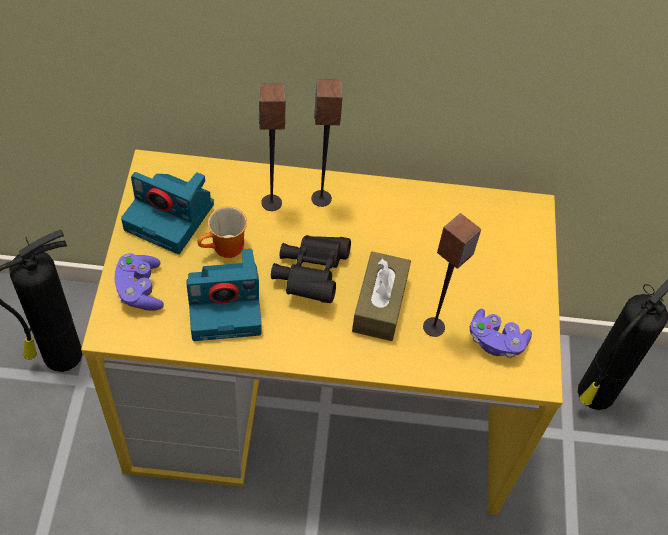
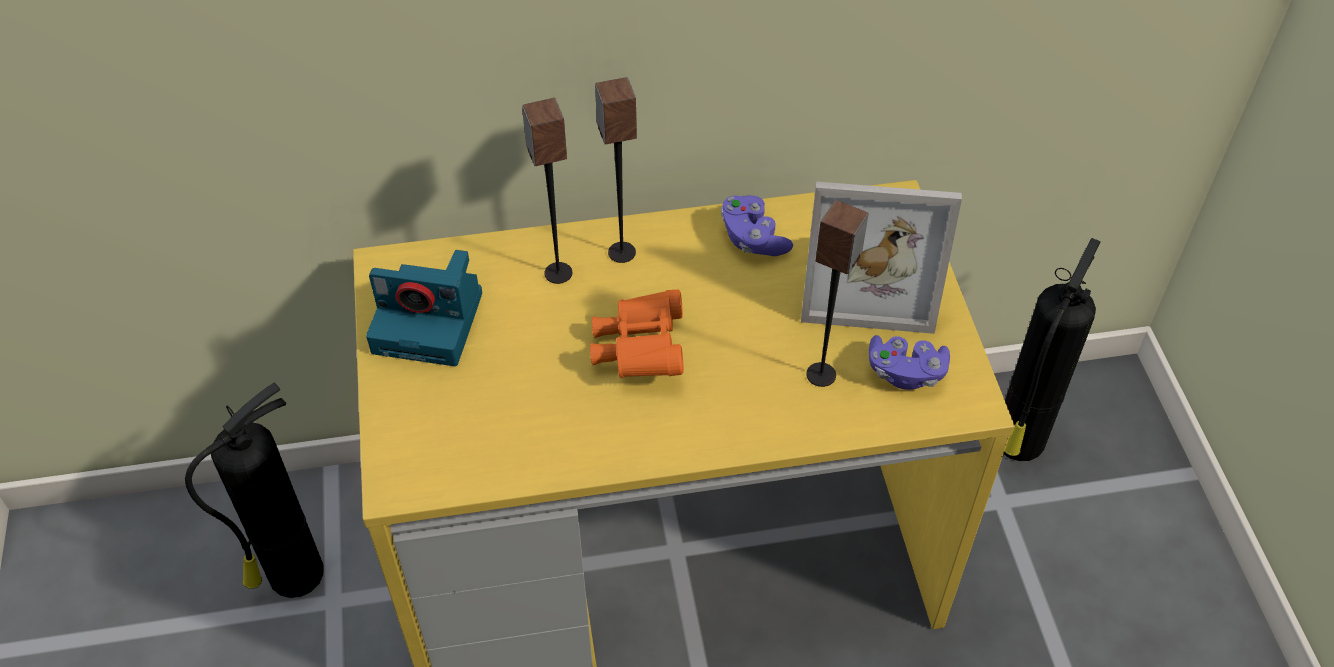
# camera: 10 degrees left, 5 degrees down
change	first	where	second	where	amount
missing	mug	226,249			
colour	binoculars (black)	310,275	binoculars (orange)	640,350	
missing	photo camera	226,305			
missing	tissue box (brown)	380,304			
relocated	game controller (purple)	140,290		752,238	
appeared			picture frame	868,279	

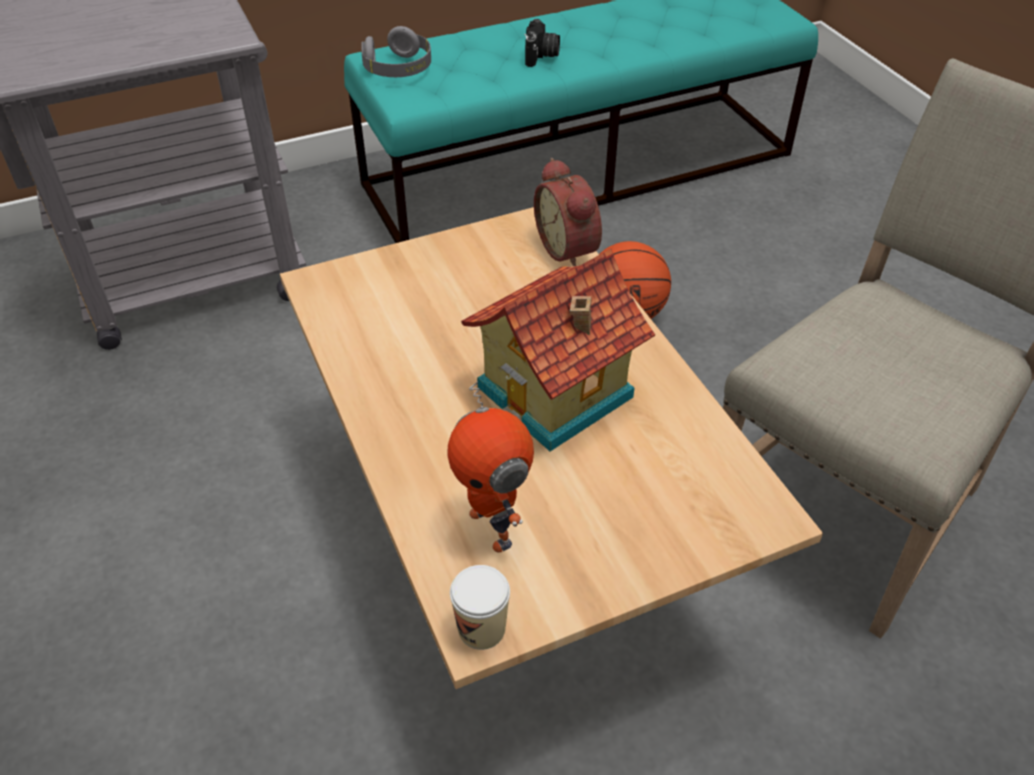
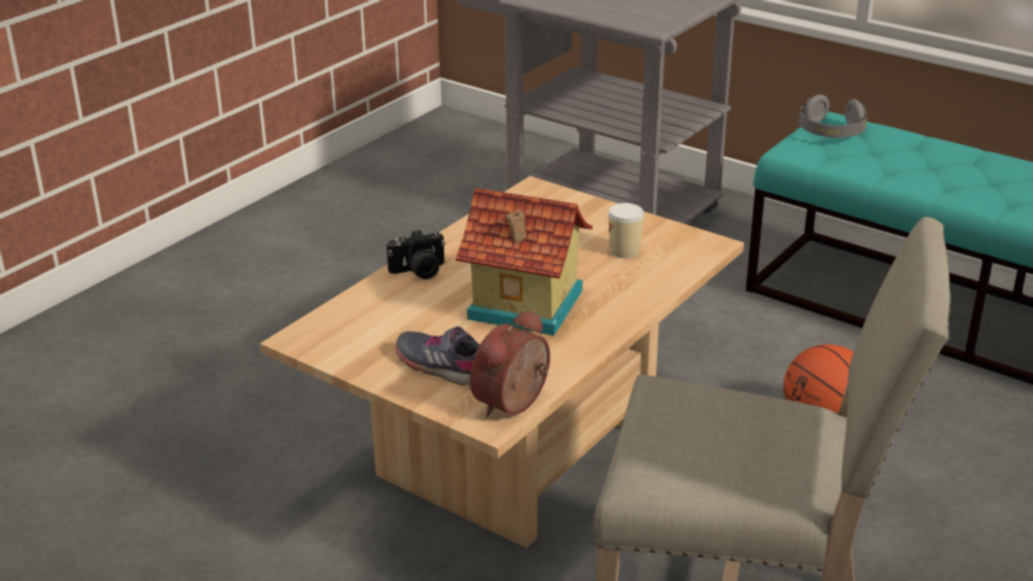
# camera: 60 degrees right, 15 degrees down
change	first	where	second	where	amount
relocated	photo camera	541,56		419,271	
relocated	alarm clock	570,248		515,405	
missing	toy robot	493,527			
relocated	cup	481,628		624,251	
appeared			shoe (grey)	442,366	

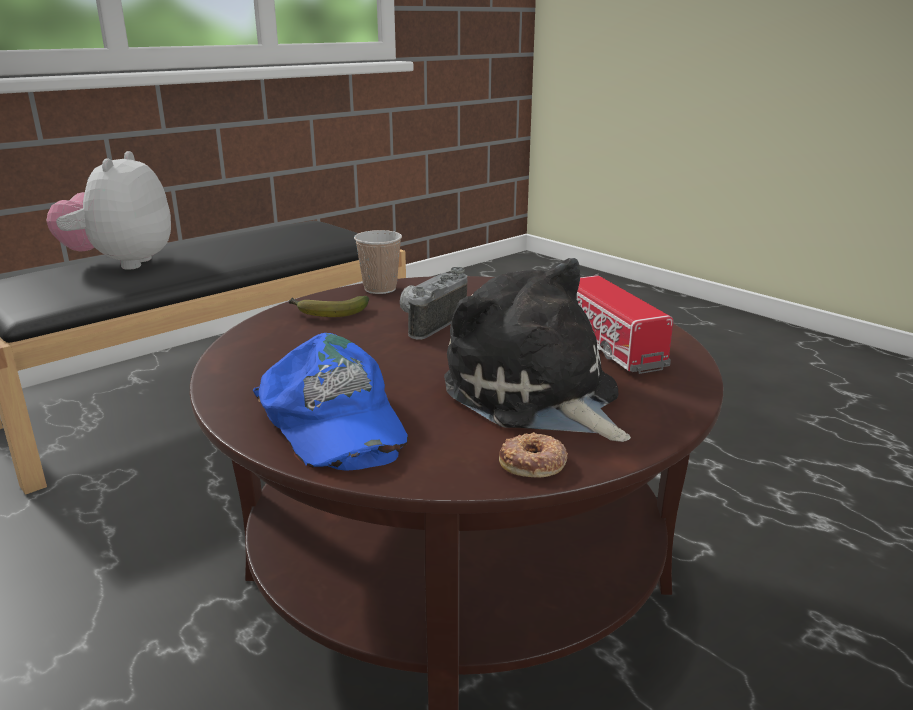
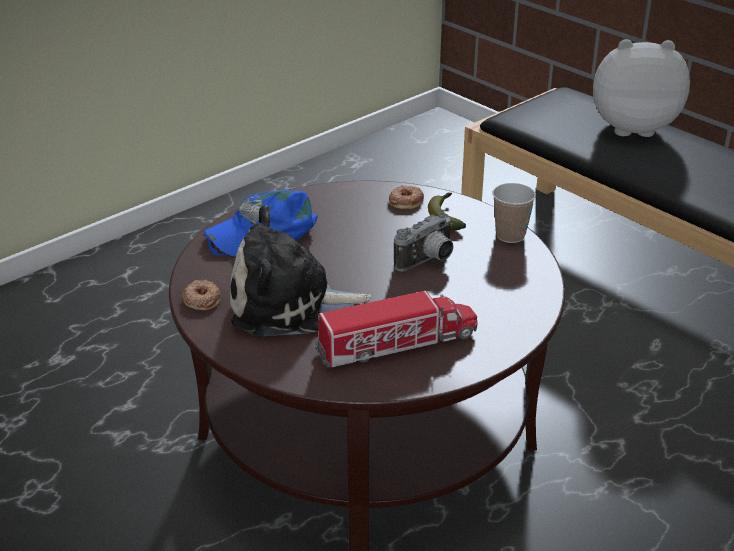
# camera: 90 degrees right, 10 degrees up
change	first	where	second	where	amount
spun	plush toy	536,396		289,305	150 degrees counterclockwise
spun	photo camera	429,323		428,261	105 degrees clockwise
appeared			donut	405,201	

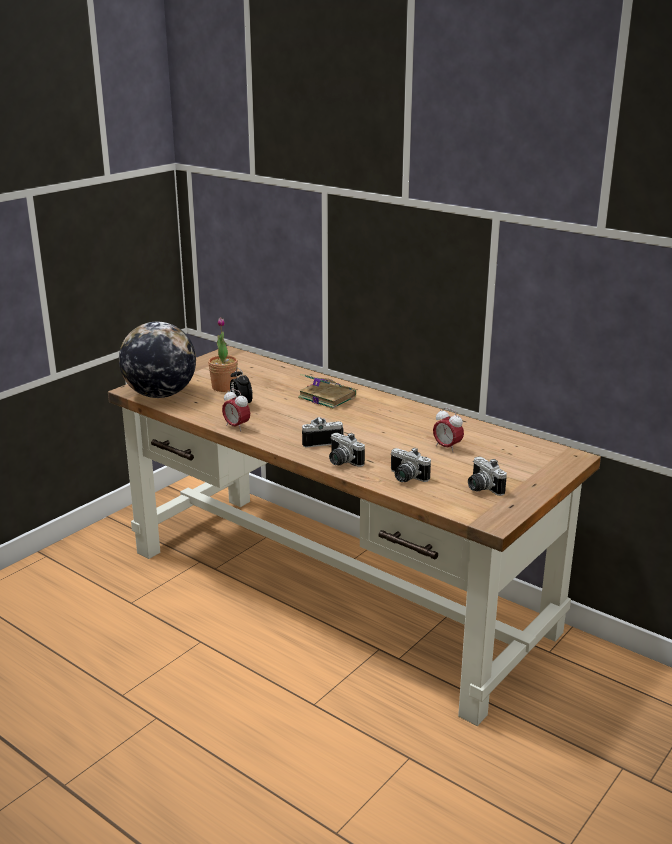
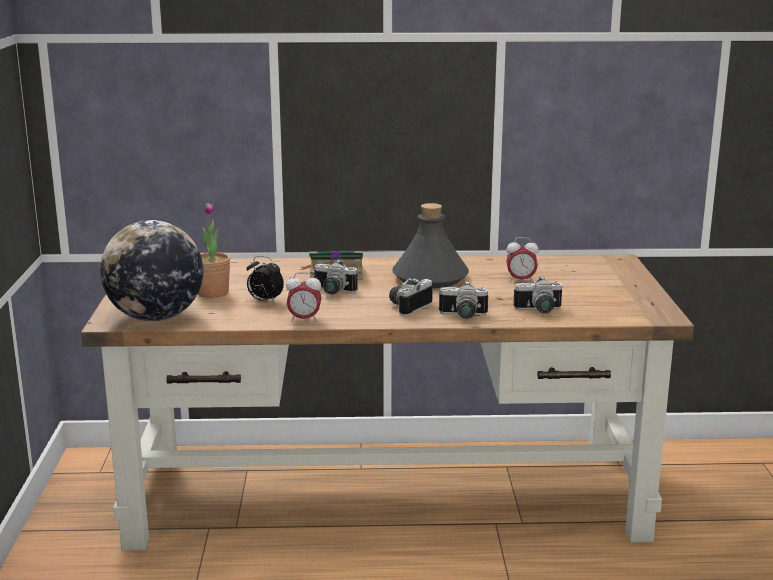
# camera: 40 degrees left, 5 degrees down
change	first	where	second	where	amount
relocated	photo camera	481,488		332,291	
appeared			bottle (grey)	429,278	

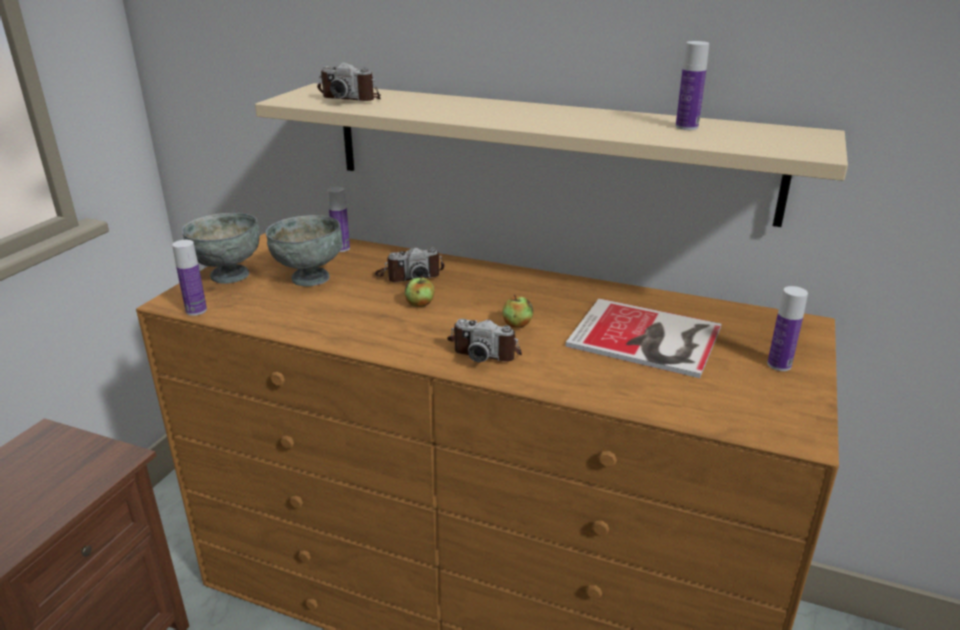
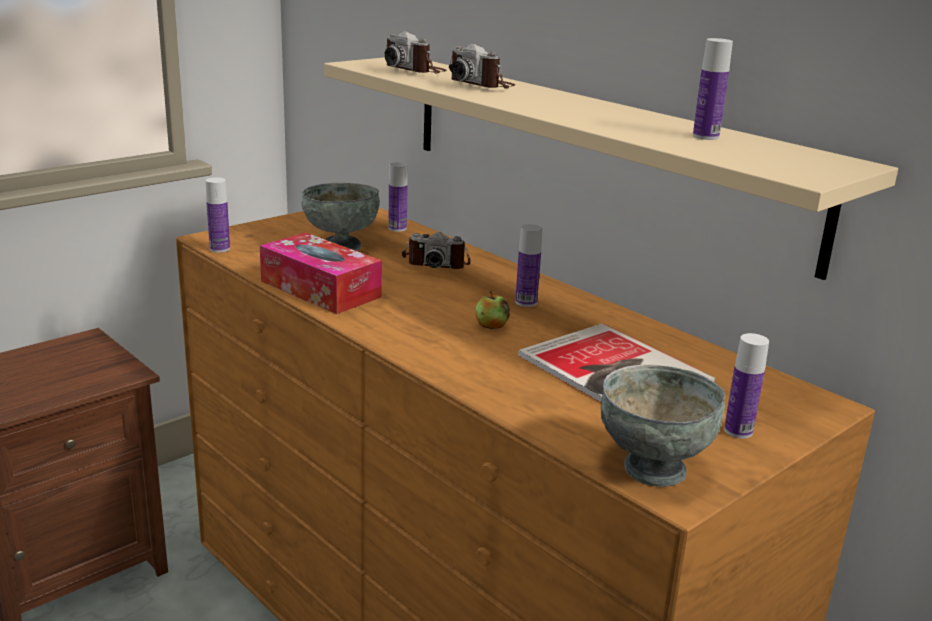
# camera: 25 degrees right, 5 degrees down
change	first	where	second	where	amount
relocated	bowl (grey)	228,275		652,469	
missing	apple	420,304			
relocated	photo camera	486,349		481,84	
appeared			bottle	526,302	
appeared			tissue box	320,289	

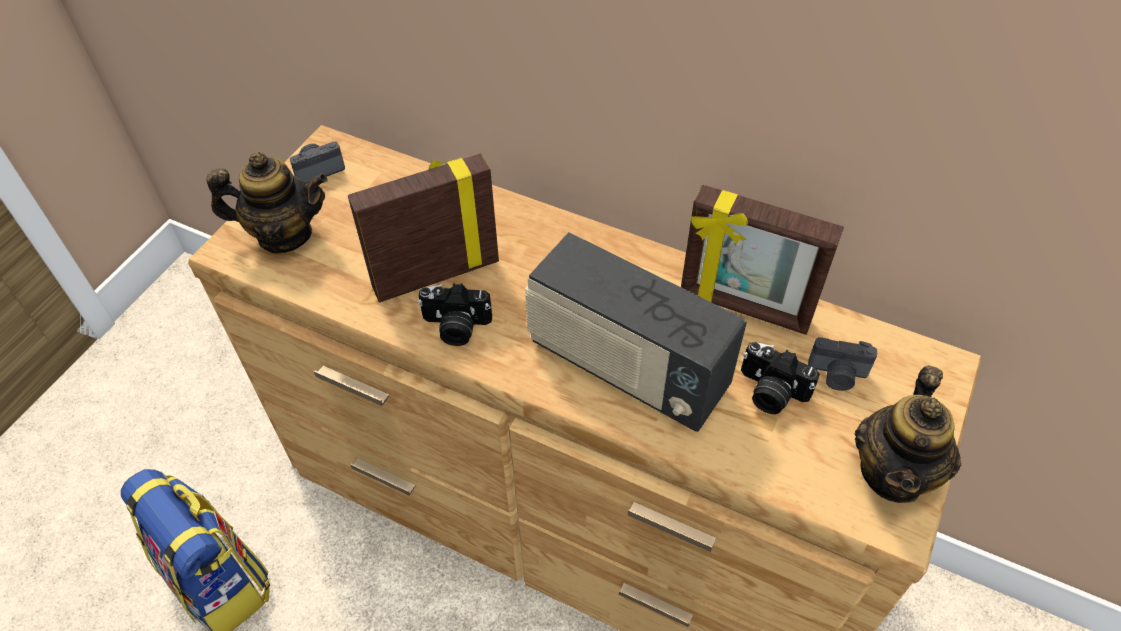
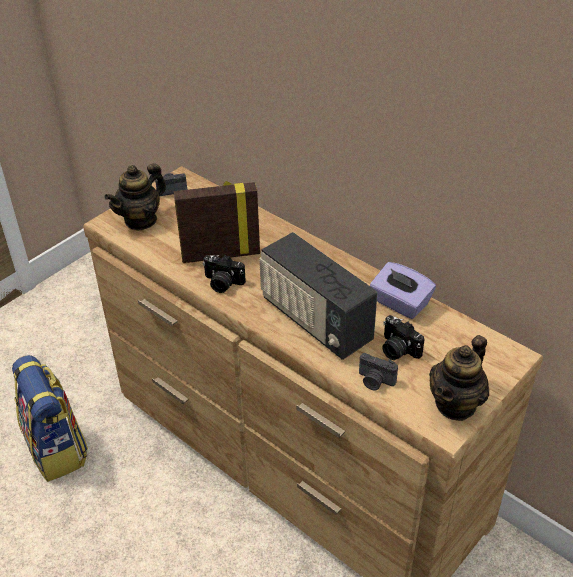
# camera: 15 degrees right, 10 degrees down
change	first	where	second	where	amount
spun	teapot	284,234		141,220	120 degrees clockwise
exchanged	picture frame	744,308	tissue box (purple)	400,303	
relocated	photo camera	837,375		375,381	

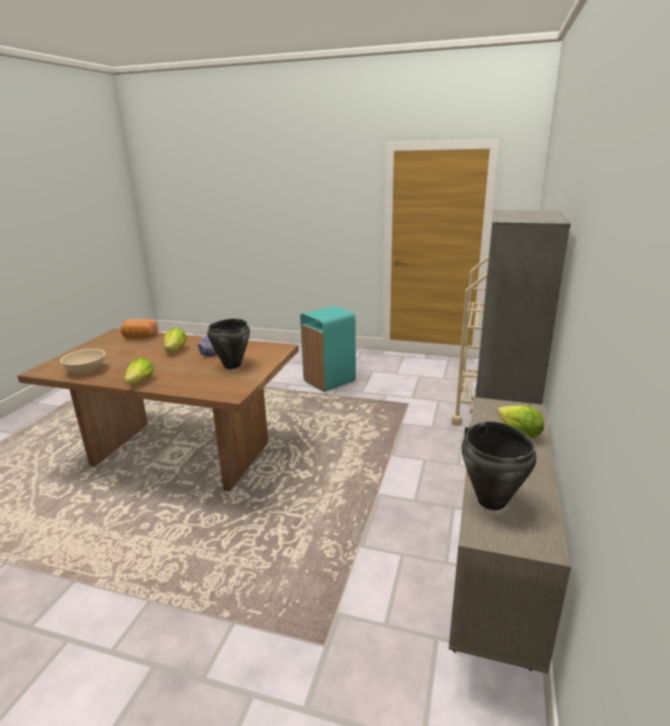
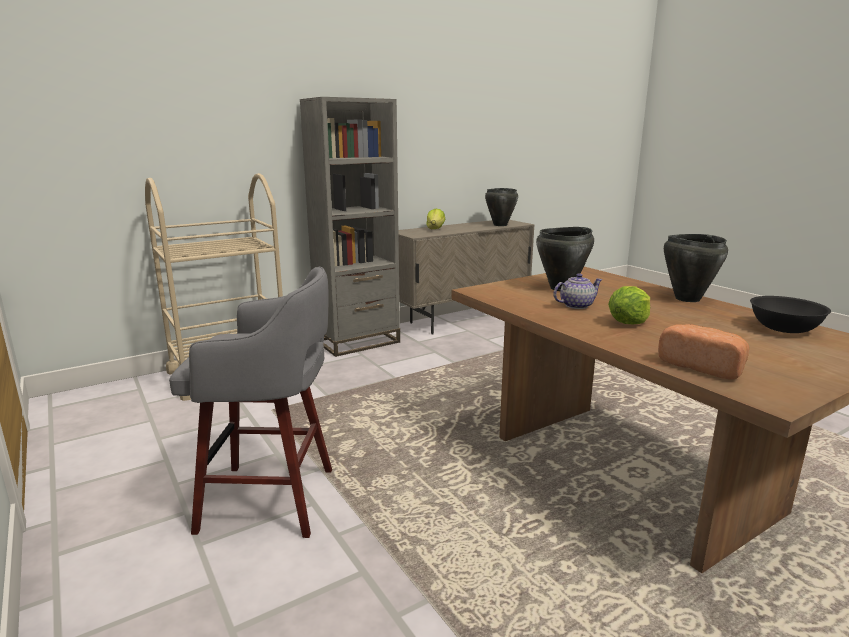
# camera: 140 degrees left, 5 degrees down
change	first	where	second	where	amount
exchanged	trash can (turquoise)	329,381	stool (grey)	273,500	
colour	bowl (beige)	86,370	bowl (black)	784,329	
exchanged	lettuce	140,381	cooking pot (black)	686,299	

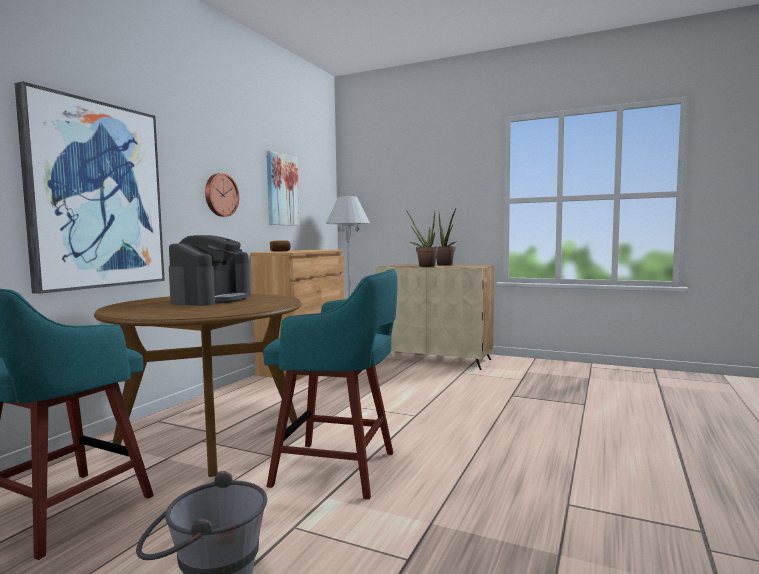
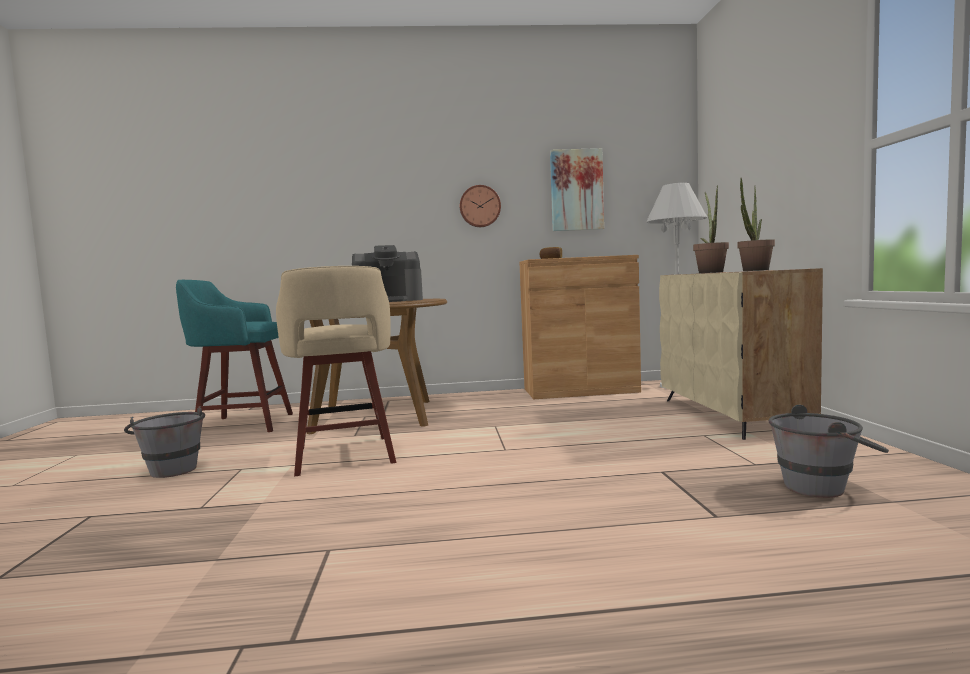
# camera: 60 degrees right, 0 degrees up
change	first	where	second	where	amount
missing	picture	96,195			
colour	stool (turquoise)	338,469	stool (beige)	344,456	
appeared			bucket (grey)	825,487	

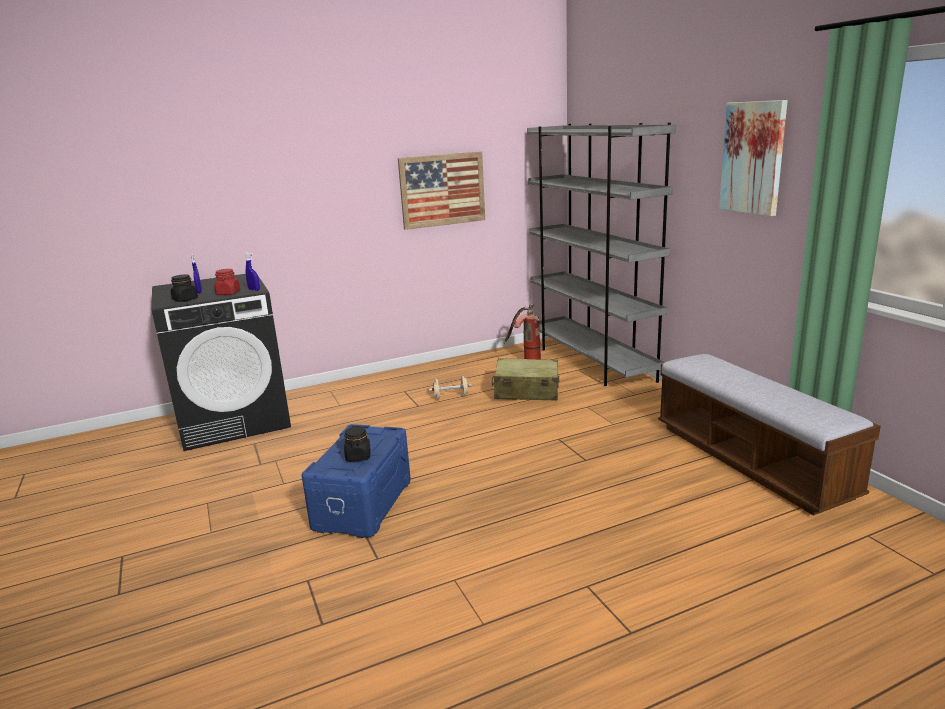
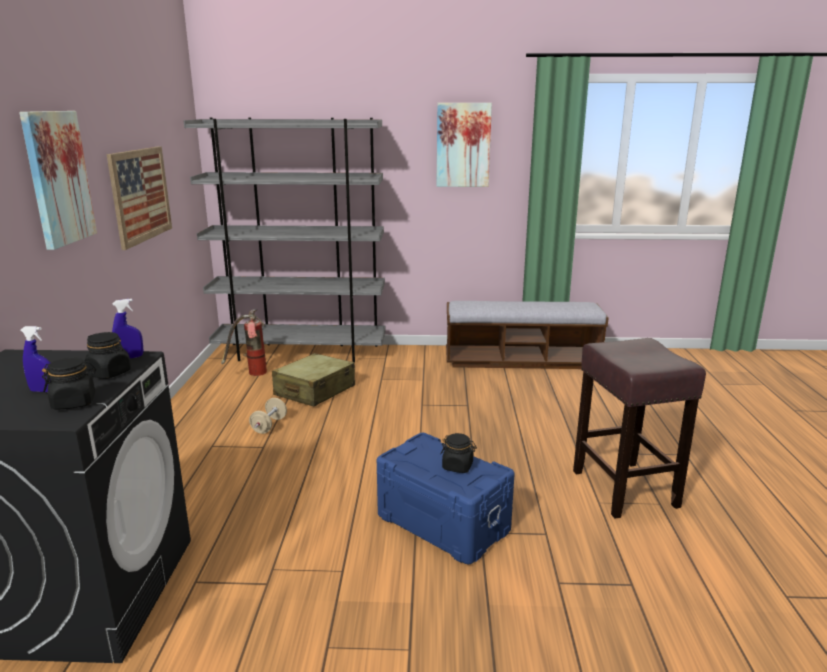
# camera: 65 degrees left, 0 degrees up
change	first	where	second	where	amount
colour	jar (red)	228,293	jar (black)	109,373	
appeared			picture	58,178	
appeared			stool (brown)	623,487	

